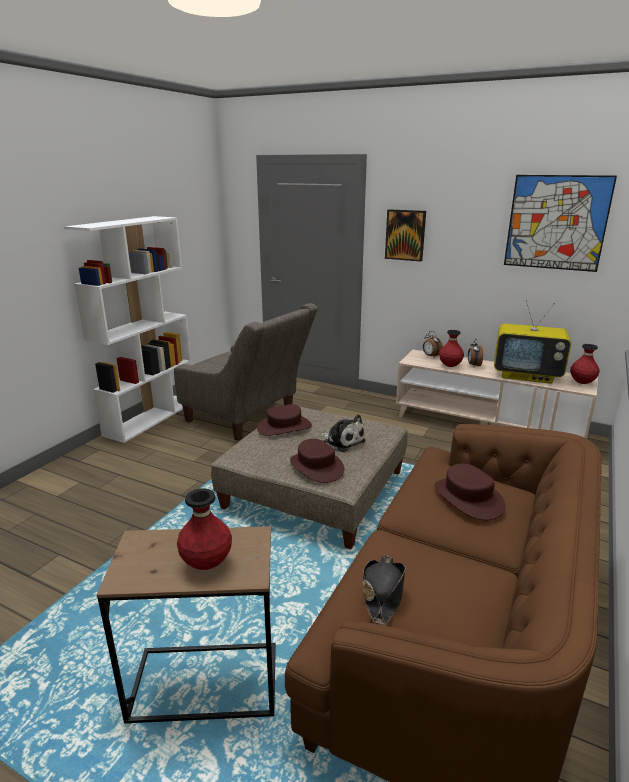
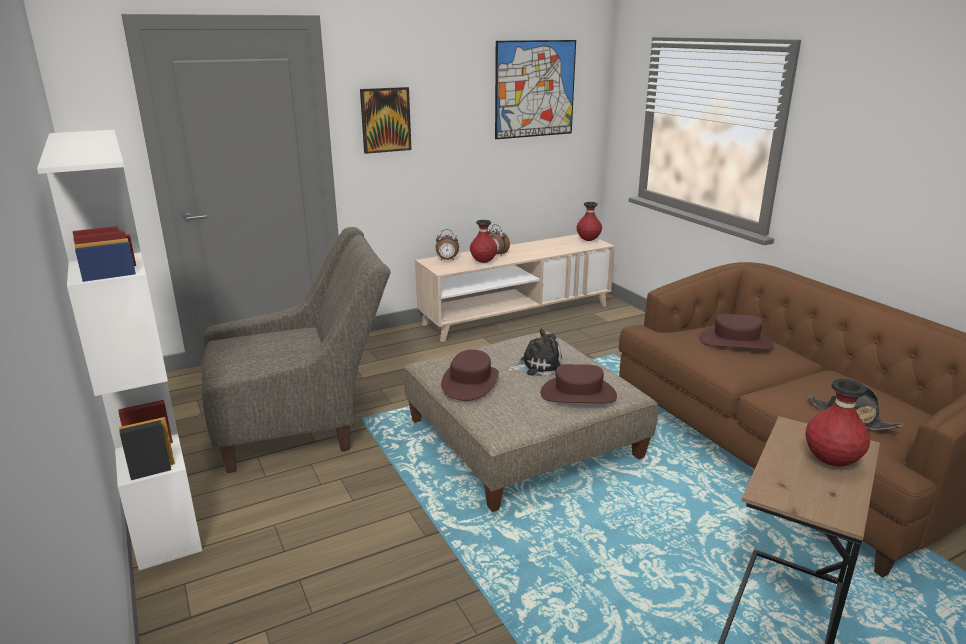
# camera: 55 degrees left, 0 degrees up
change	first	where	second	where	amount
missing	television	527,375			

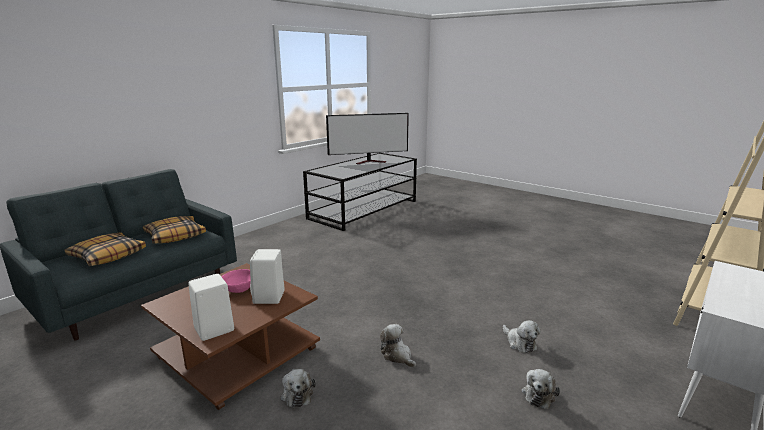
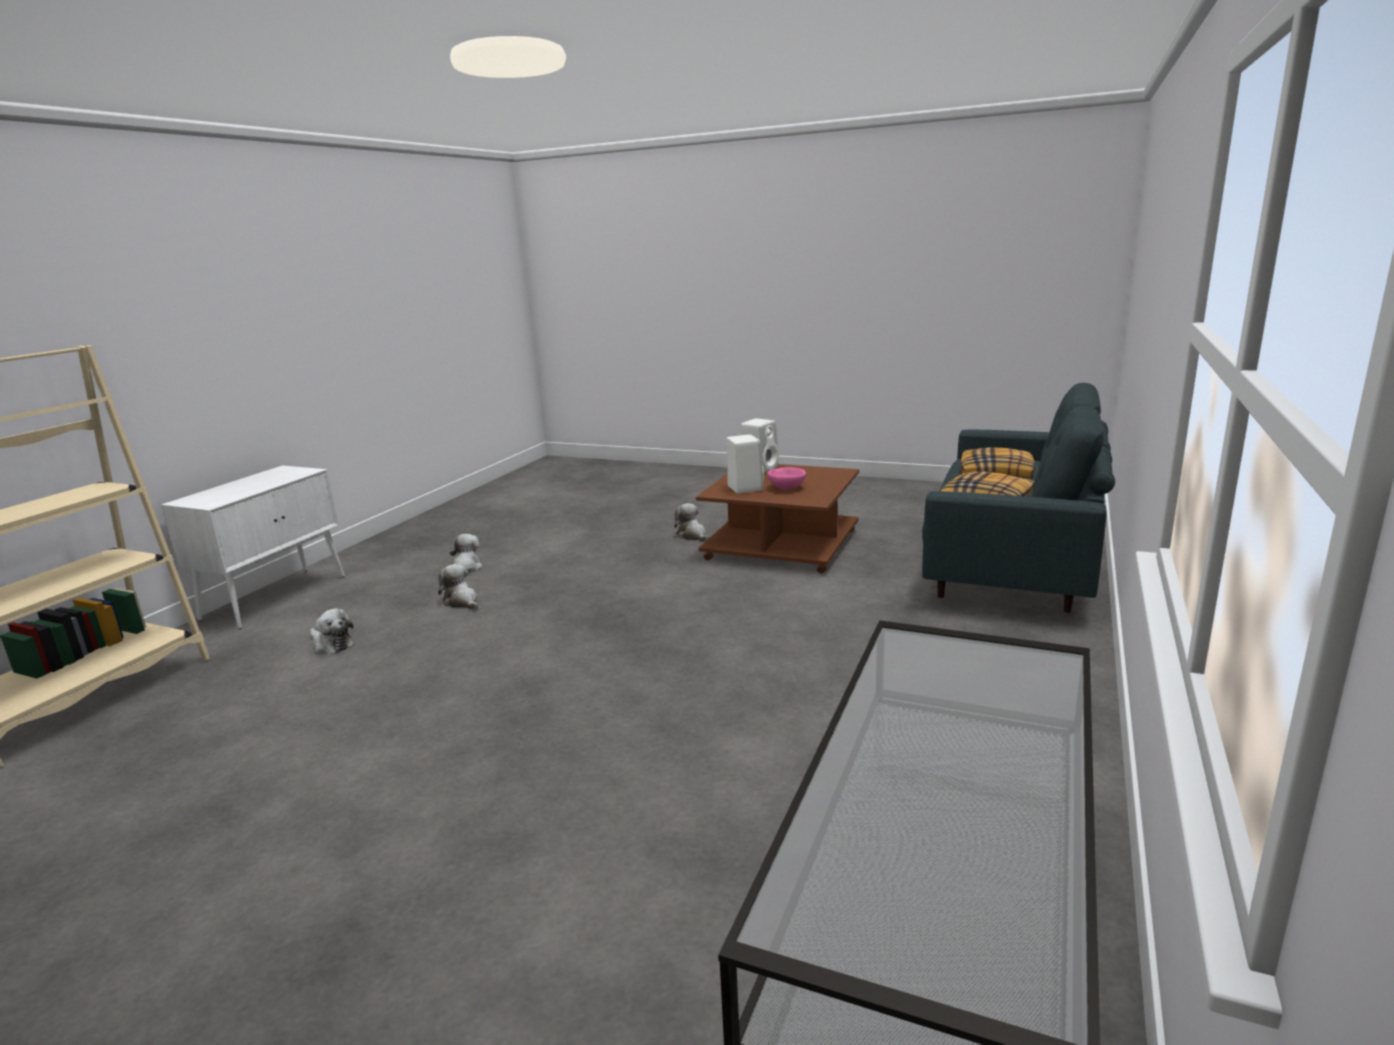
# camera: 165 degrees right, 0 degrees up
change	first	where	second	where	amount
missing	television	371,162			
relocated	plush toy	397,355		331,645	

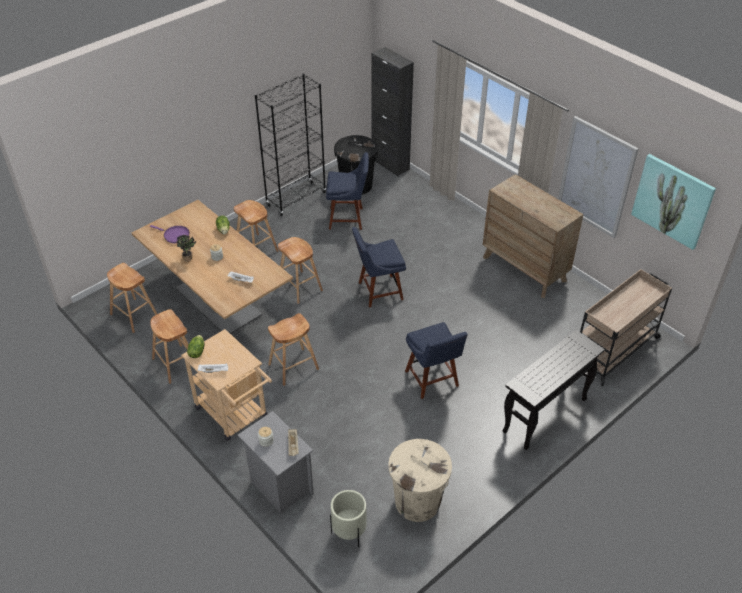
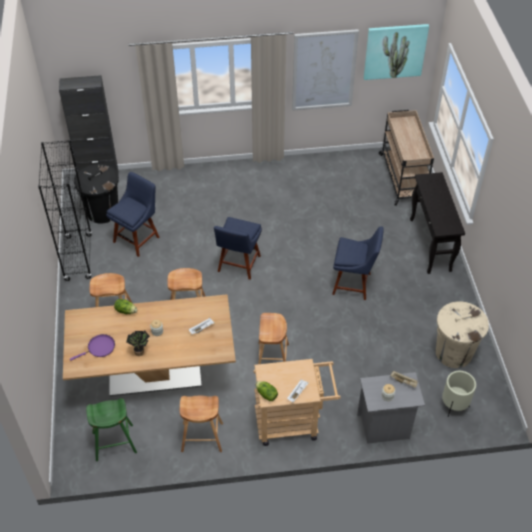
# camera: 55 degrees left, 5 degrees up
change	first	where	second	where	amount
missing	dresser (brown)	524,269			
colour	stool (brown)	134,315	stool (green)	114,442	

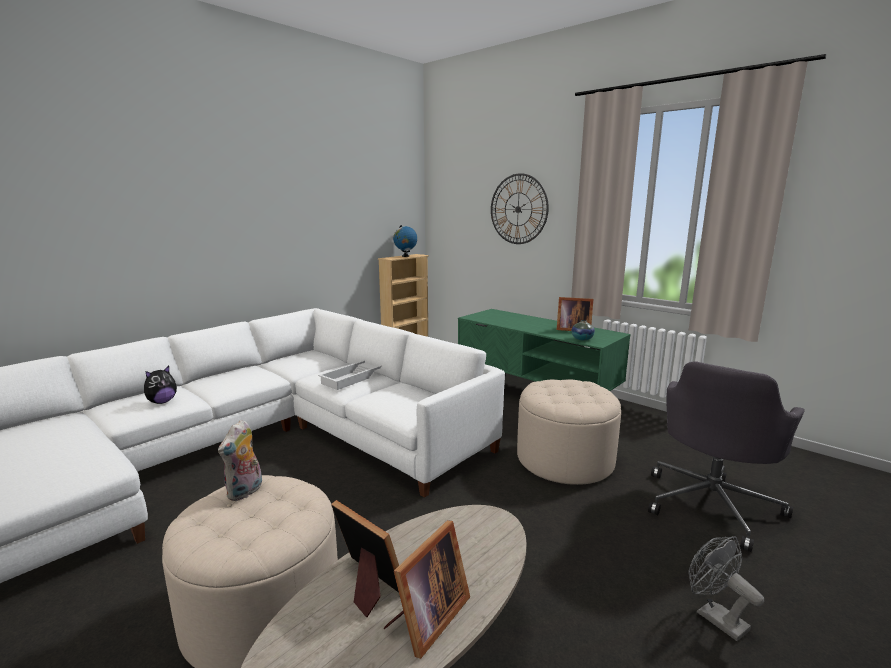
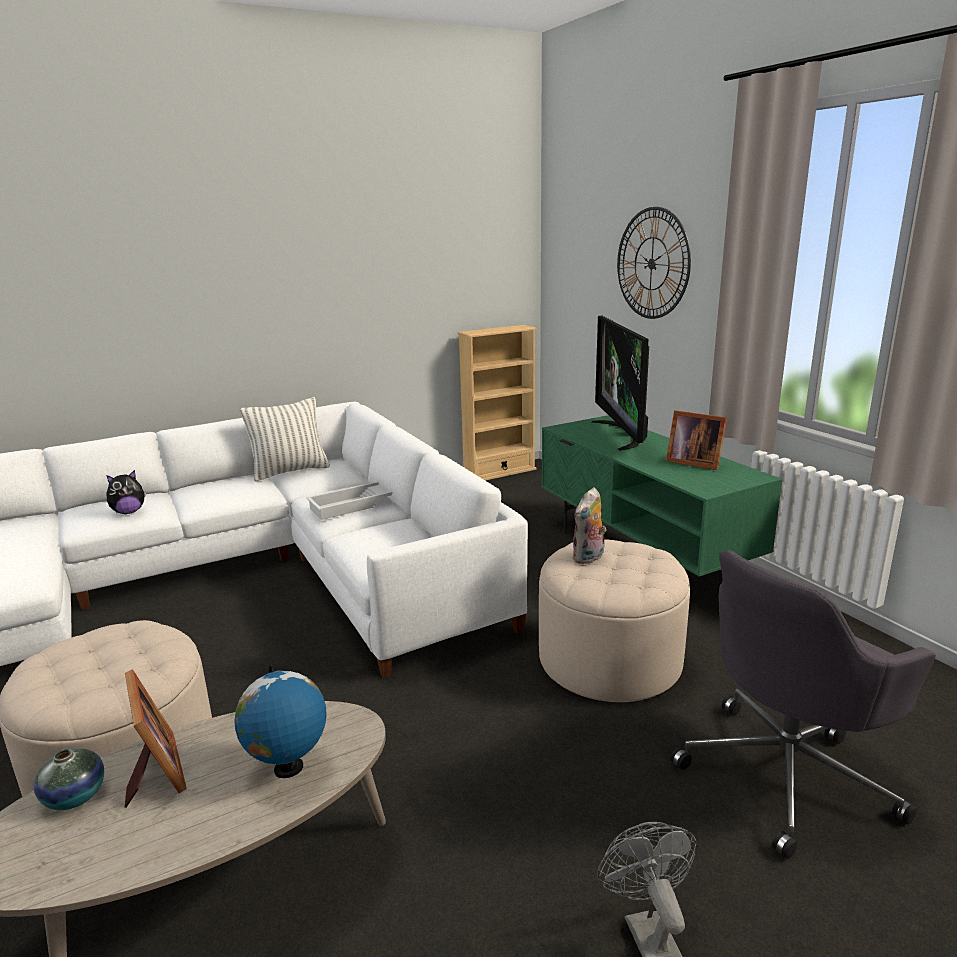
# camera: 20 degrees right, 5 degrees up
change	first	where	second	where	amount
relocated	globe	405,256		288,768	
relocated	vase	582,339		75,796	
relocated	plush toy	245,492		589,558	
missing	picture frame	426,619			
appeared			television	622,434	
appeared			pillow	290,471	

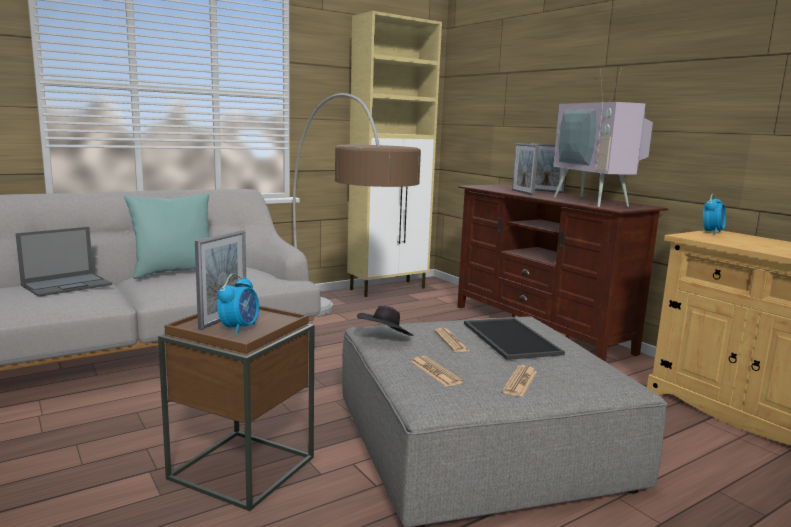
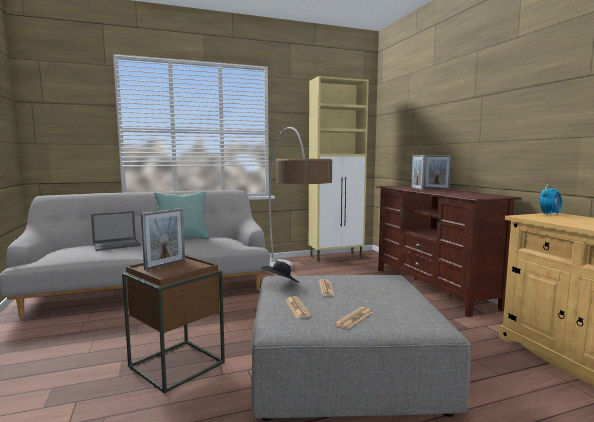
# camera: 15 degrees right, 5 degrees down
change	first	where	second	where	amount
missing	television	596,201			
missing	alarm clock	239,328			
missing	tray	508,338			

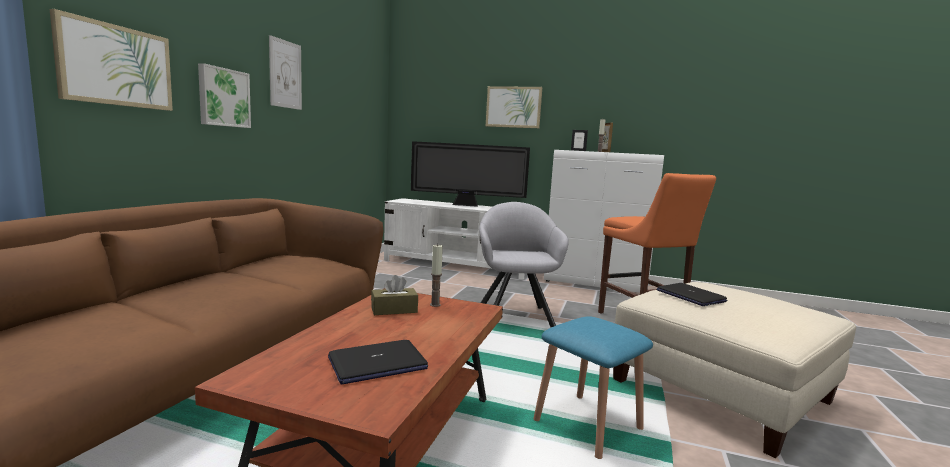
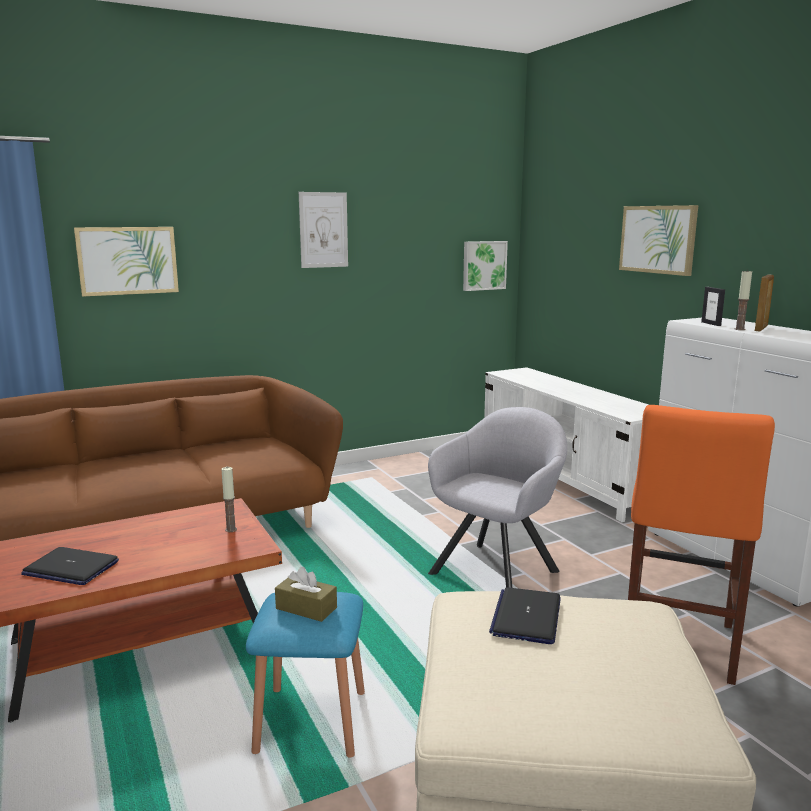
# camera: 45 degrees right, 5 degrees up
change	first	where	second	where	amount
relocated	picture	223,97		483,265	
missing	television	467,205			
relocated	tissue box (brown)	394,310		306,608	

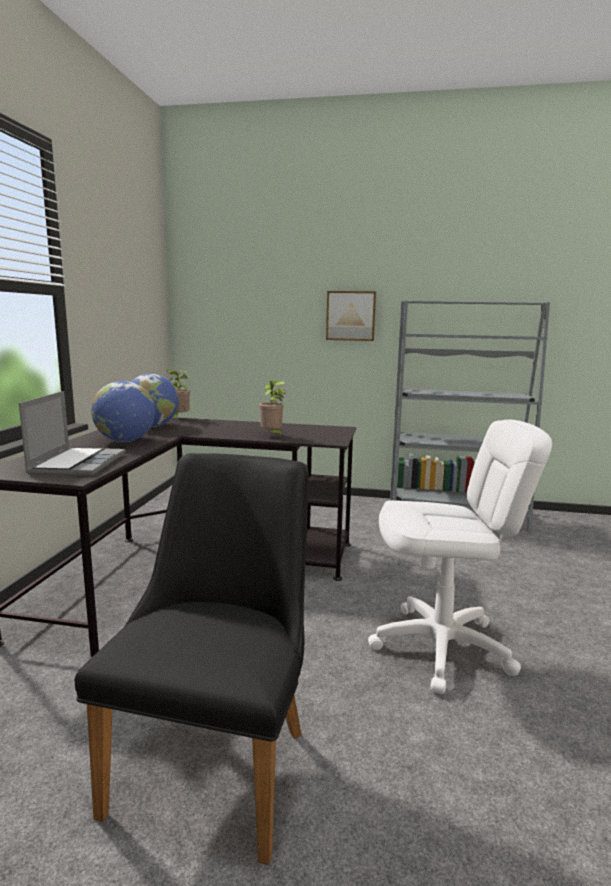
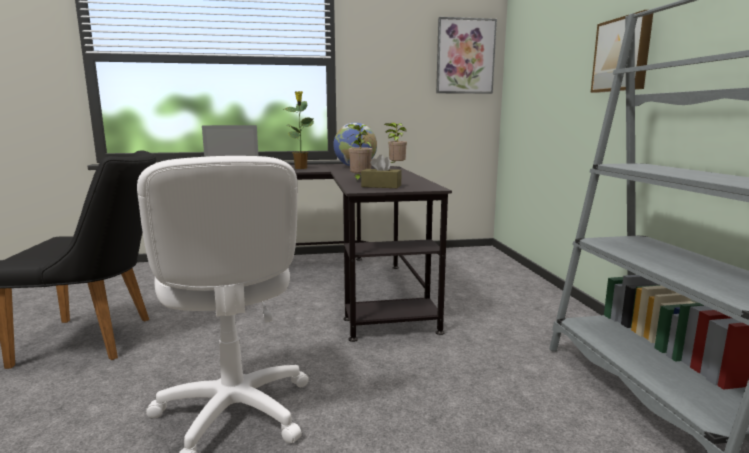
# camera: 70 degrees right, 0 degrees up
change	first	where	second	where	amount
exchanged	globe	125,441	potted plant	301,168	
appeared			picture	465,56	
appeared			tissue box (brown)	381,186	

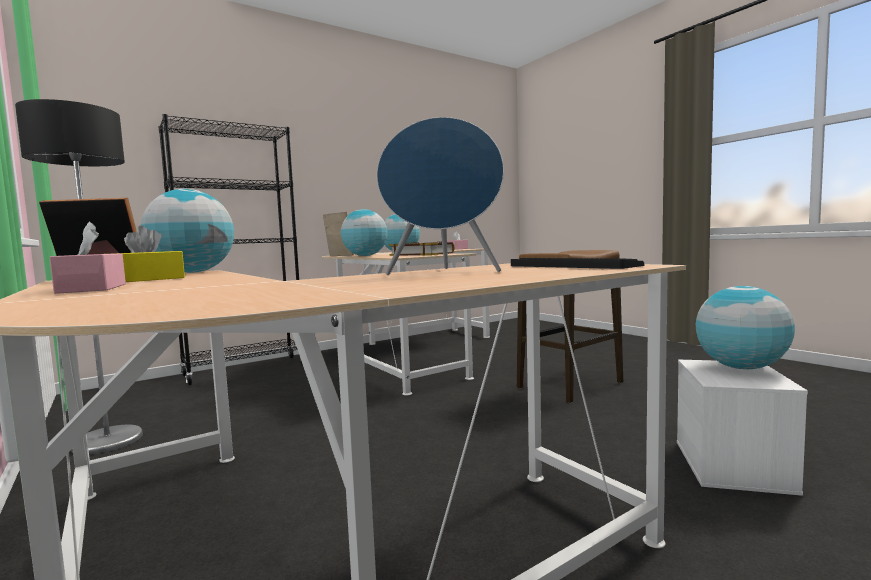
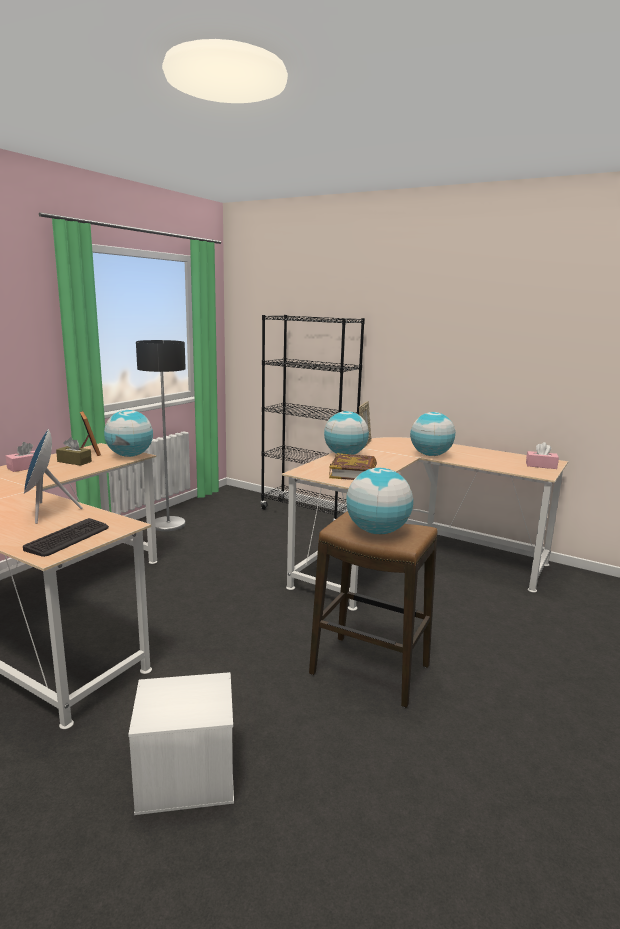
# camera: 65 degrees right, 10 degrees up
change	first	where	second	where	amount
colour	tissue box (yellow)	146,279	tissue box (brown)	74,461	
relocated	globe	741,367		377,531	

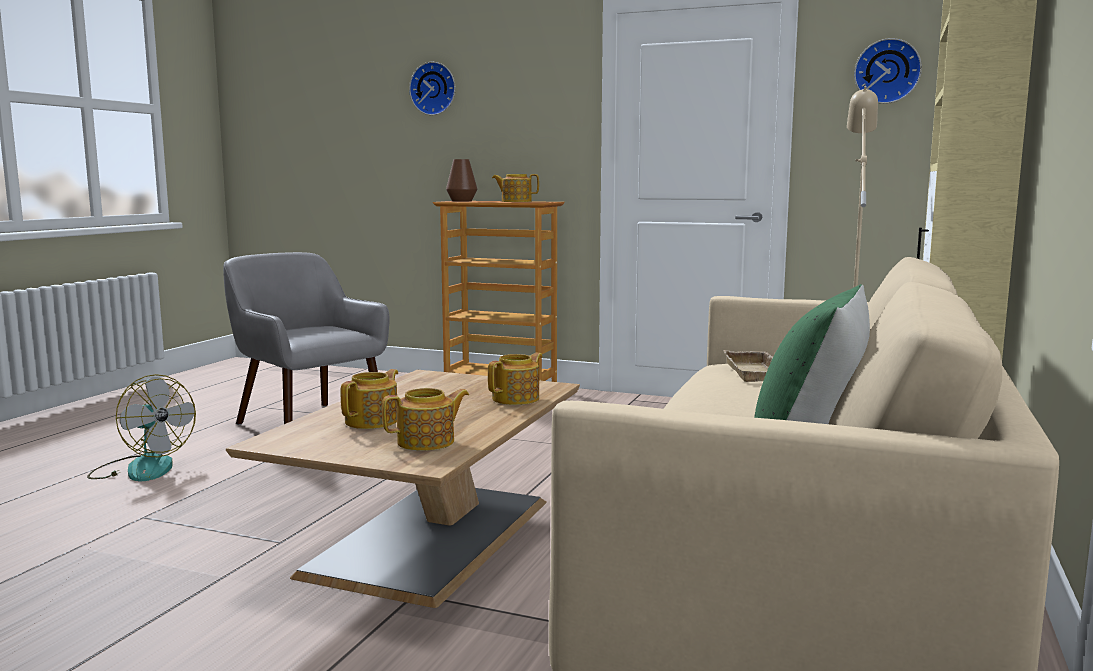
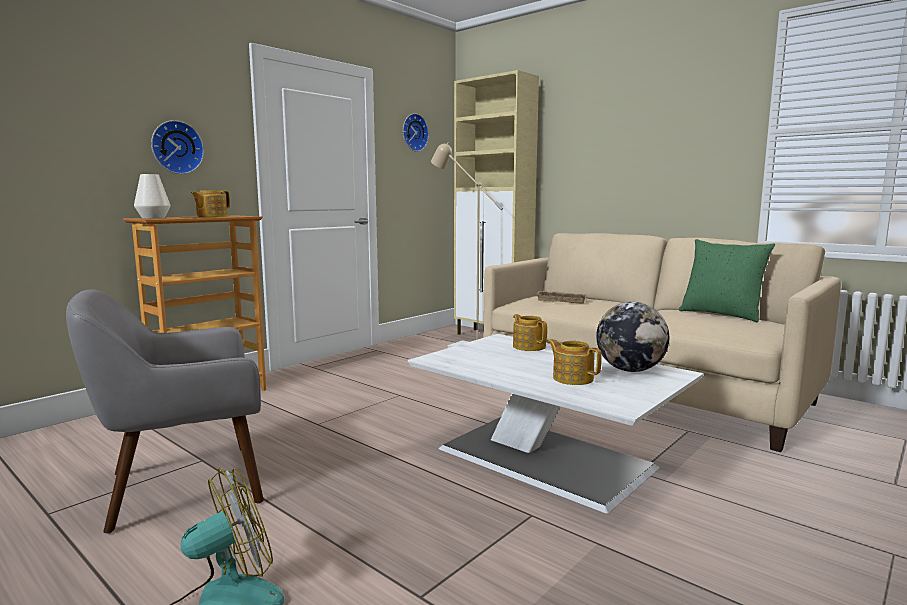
# camera: 70 degrees left, 0 degrees up
change	first	where	second	where	amount
relocated	wall clock	434,89		176,147	
colour	vase (brown)	462,201	vase (white)	153,218	
colour	coffee table (brown)	429,538	coffee table (white)	548,458	
exchanged	teapot	427,442	globe	630,370	

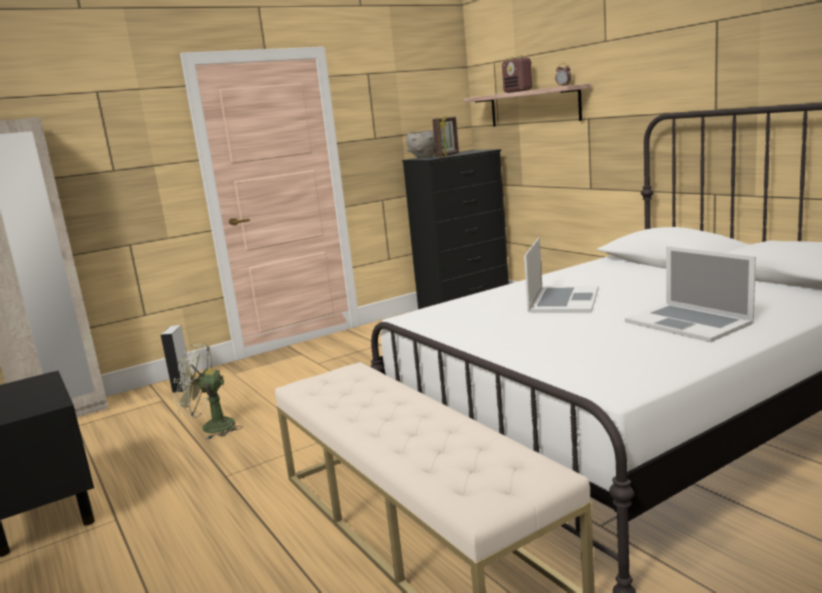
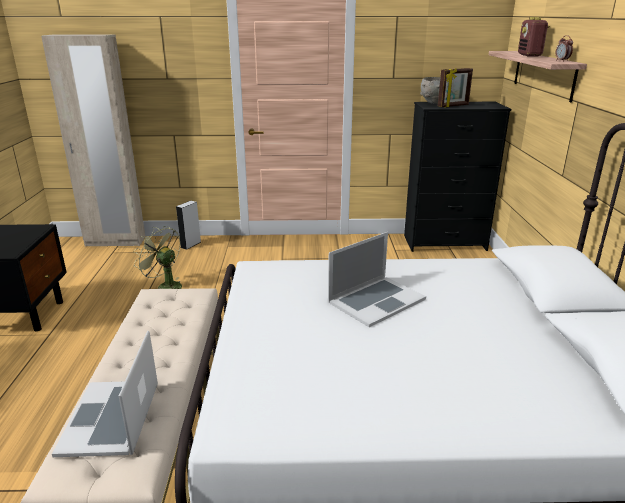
# camera: 30 degrees right, 10 degrees up
change	first	where	second	where	amount
relocated	laptop	688,322		111,417	

